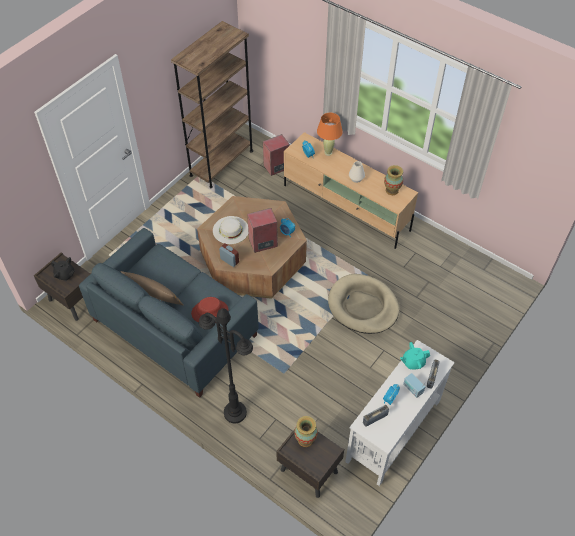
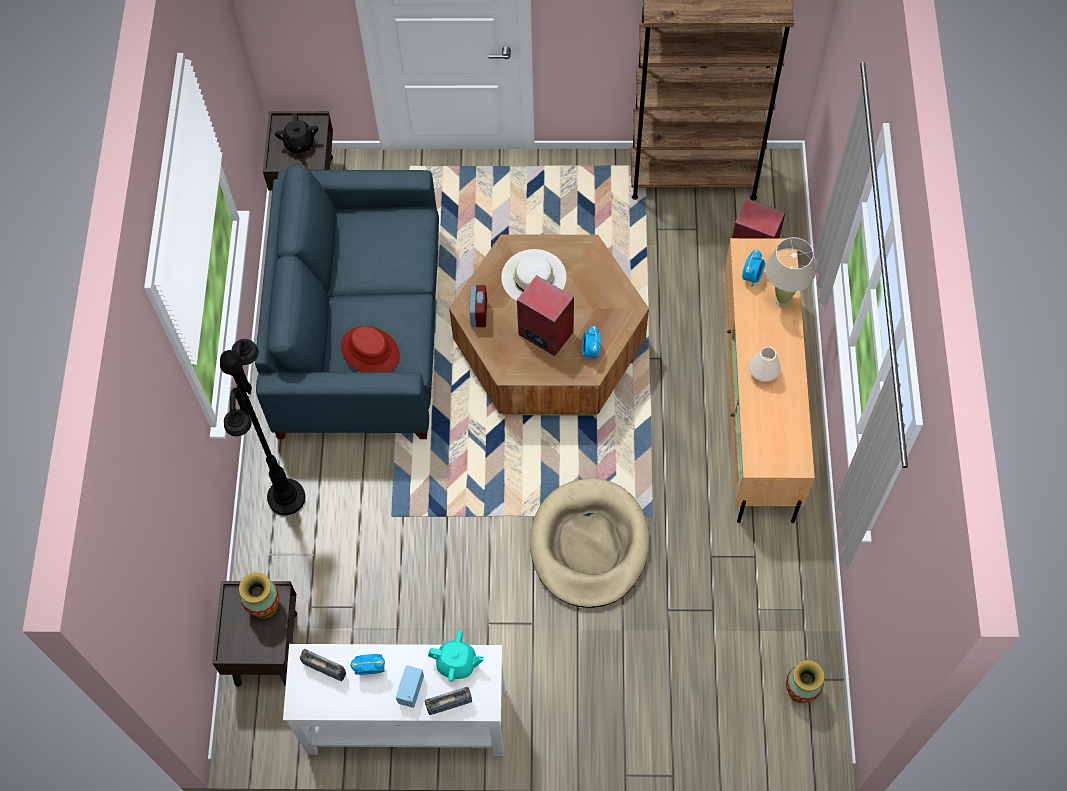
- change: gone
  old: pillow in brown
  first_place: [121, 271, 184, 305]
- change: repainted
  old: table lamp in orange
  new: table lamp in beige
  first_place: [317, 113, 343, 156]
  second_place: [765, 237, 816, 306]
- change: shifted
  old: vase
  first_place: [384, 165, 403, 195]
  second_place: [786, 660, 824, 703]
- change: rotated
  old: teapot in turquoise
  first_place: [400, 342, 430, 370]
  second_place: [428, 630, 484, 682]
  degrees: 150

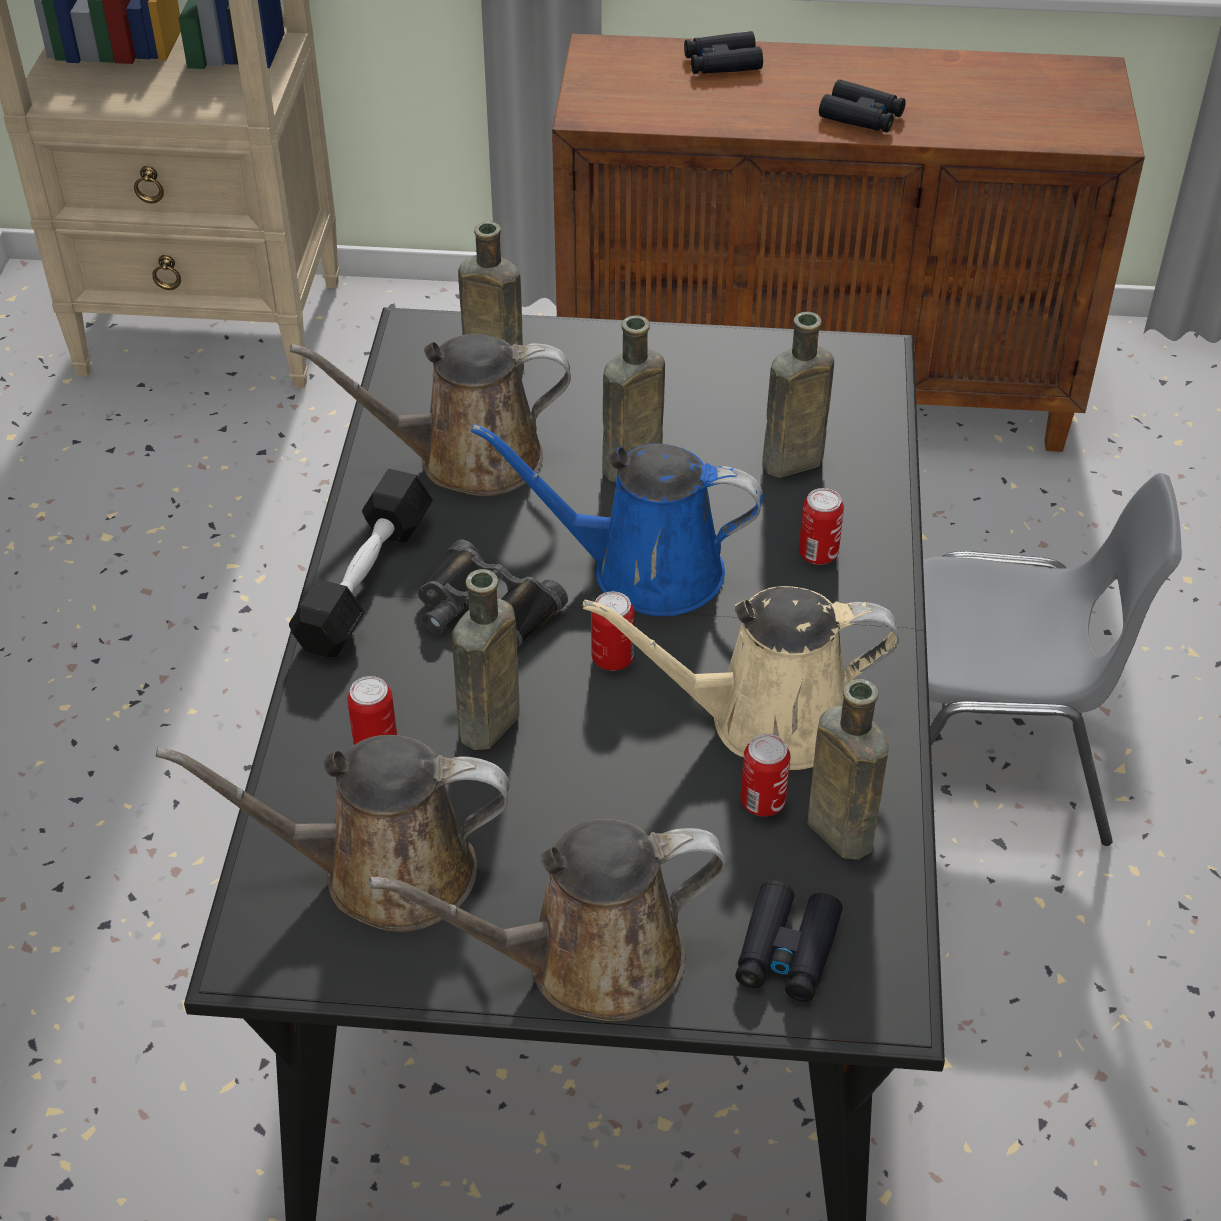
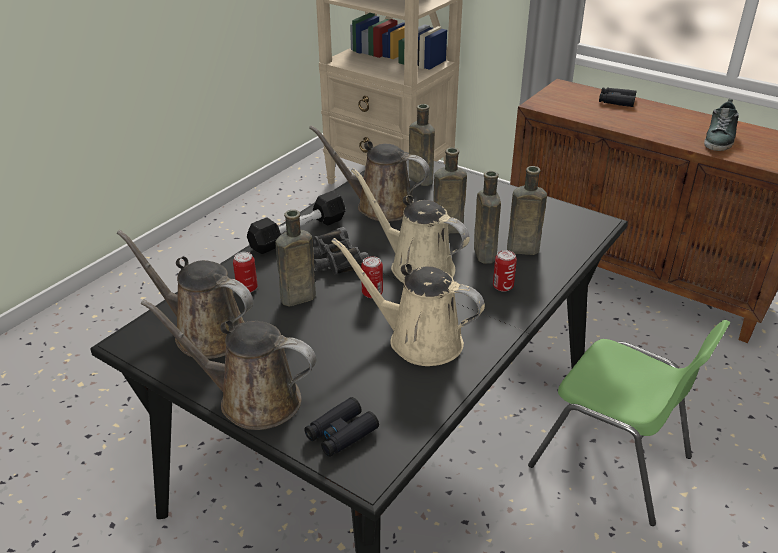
- change: repainted
  old: watering can in blue
  new: watering can in beige
  first_place: [471, 424, 763, 616]
  second_place: [351, 168, 470, 283]
- change: gone
  old: can
  first_place: [741, 734, 791, 816]
- change: shifted
  old: bottle in brown
  first_place: [808, 679, 889, 860]
  second_place: [474, 171, 501, 264]
- change: gone
  old: binoculars in black
  first_place: [819, 79, 906, 132]
- change: repainted
  old: chair in grey
  new: chair in green
  first_place: [923, 473, 1182, 846]
  second_place: [528, 320, 730, 526]
- change: new
  new: shoe
  second_place: [704, 99, 739, 151]

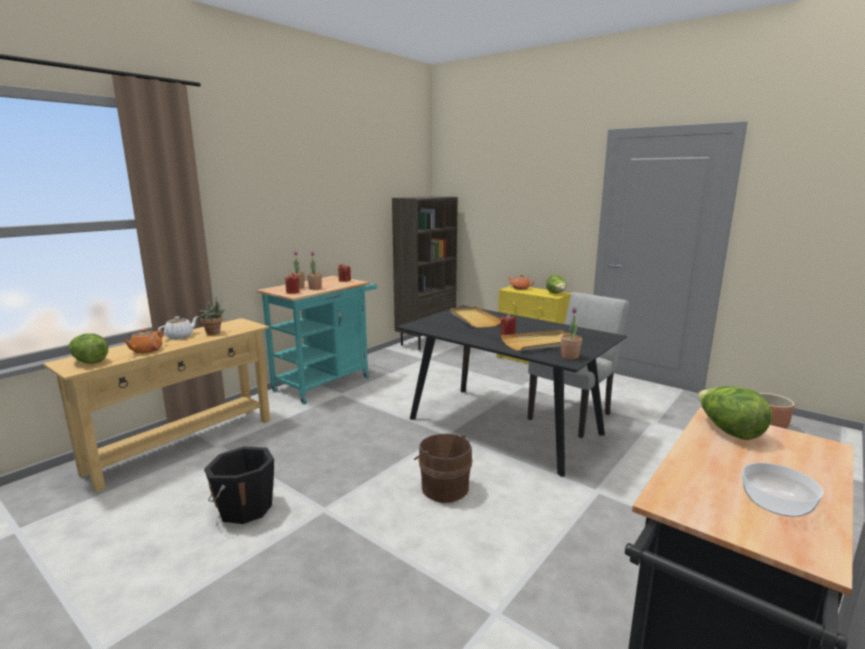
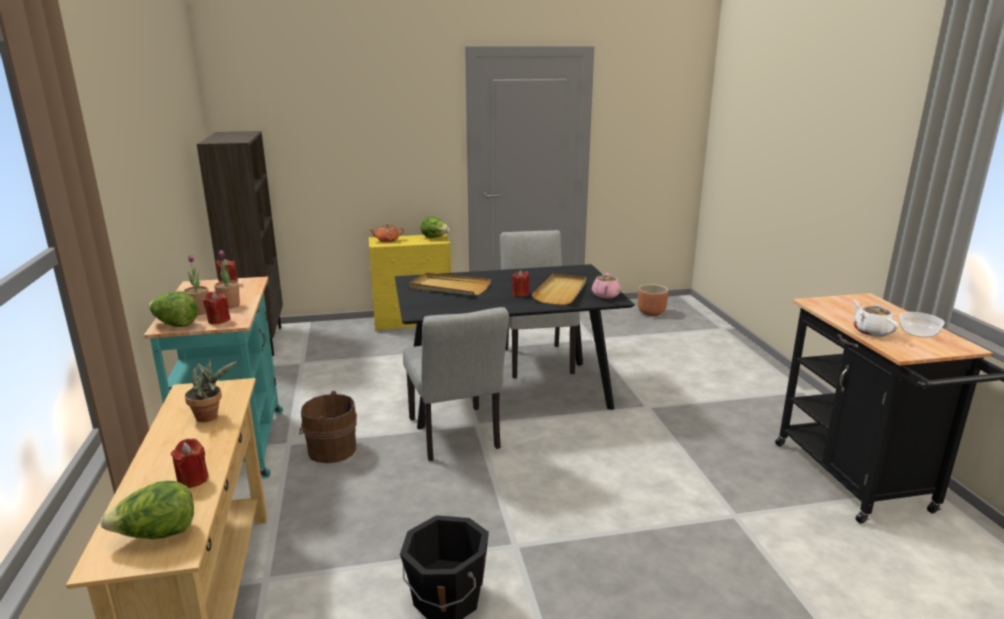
- change: swapped
  old: teapot in orange
  new: candle in red
  first_place: [123, 329, 164, 354]
  second_place: [171, 439, 209, 488]
- change: shifted
  old: teapot in white
  first_place: [158, 316, 199, 339]
  second_place: [853, 300, 898, 337]
- change: shifted
  old: bucket in brown
  first_place: [414, 433, 473, 503]
  second_place: [299, 391, 357, 463]
- change: swapped
  old: potted plant
  new: teapot in pink
  first_place: [561, 307, 582, 359]
  second_place: [592, 274, 621, 299]
- change: shifted
  old: lettuce
  first_place: [698, 386, 772, 440]
  second_place: [148, 291, 198, 327]
- change: new
  new: chair in grey
  second_place: [403, 307, 509, 461]

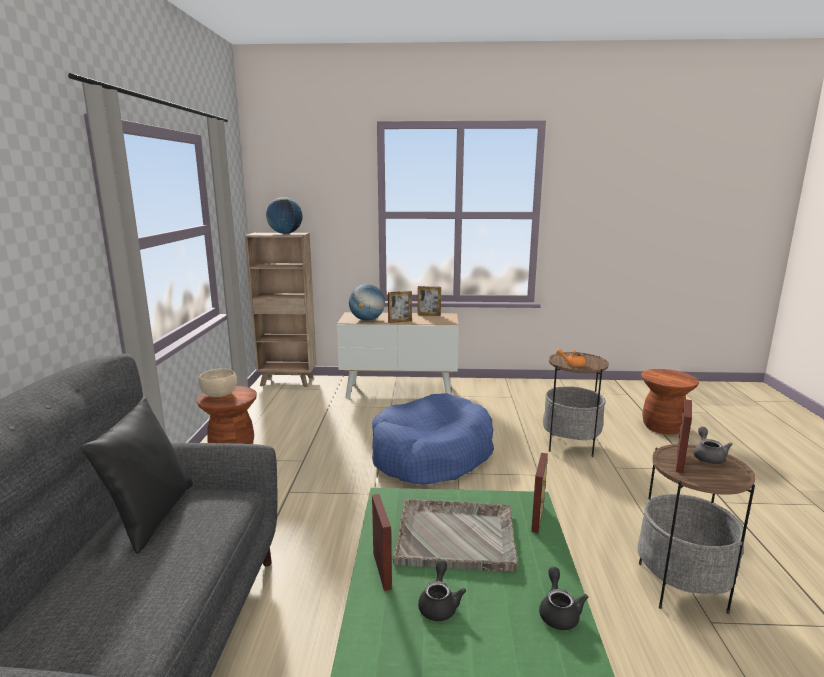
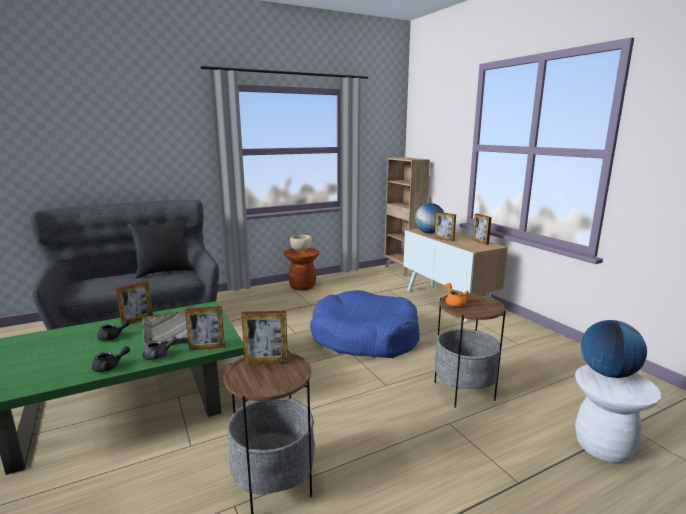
- change: shifted
  old: globe
  first_place: [266, 197, 302, 234]
  second_place: [580, 320, 647, 378]
- change: repainted
  old: stool in brown
  new: stool in white
  first_place: [641, 369, 699, 434]
  second_place: [575, 365, 661, 463]
- change: shifted
  old: teapot in grey
  first_place: [694, 427, 733, 464]
  second_place: [143, 337, 178, 360]

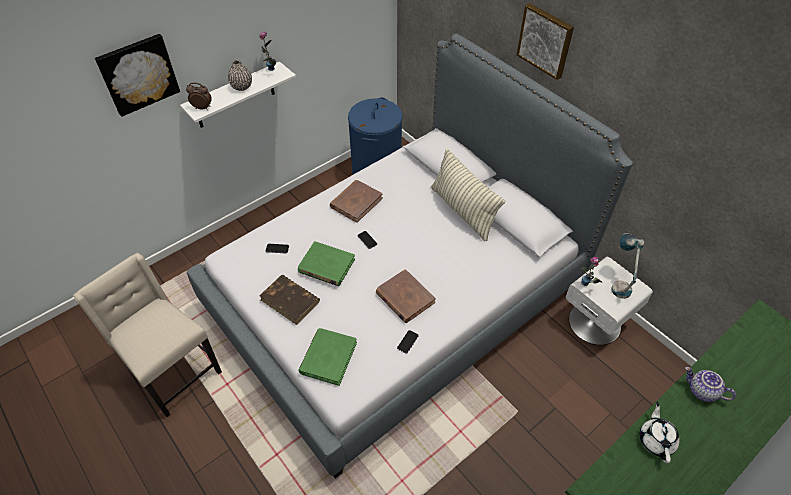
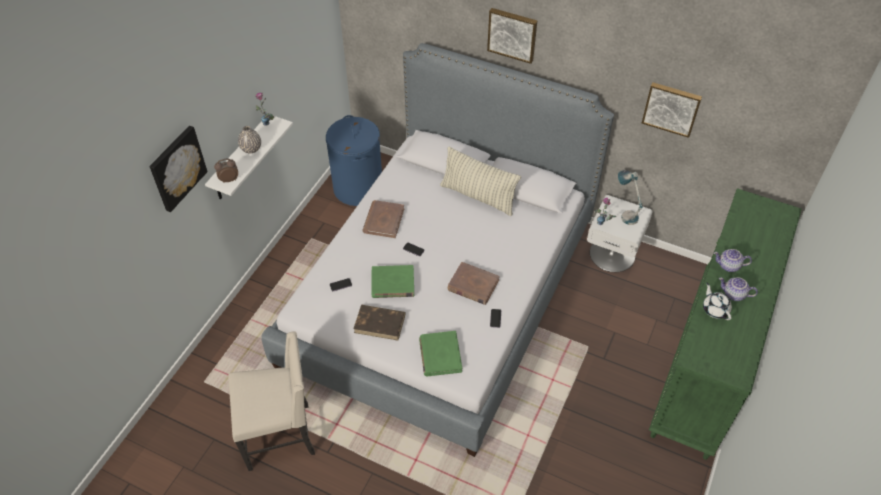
- change: rotated
  old: chair in beige
  first_place: [73, 253, 222, 417]
  second_place: [228, 331, 315, 471]
  degrees: 150
- change: new
  new: picture
  second_place: [642, 82, 702, 138]
- change: new
  new: teapot
  second_place: [719, 277, 758, 301]

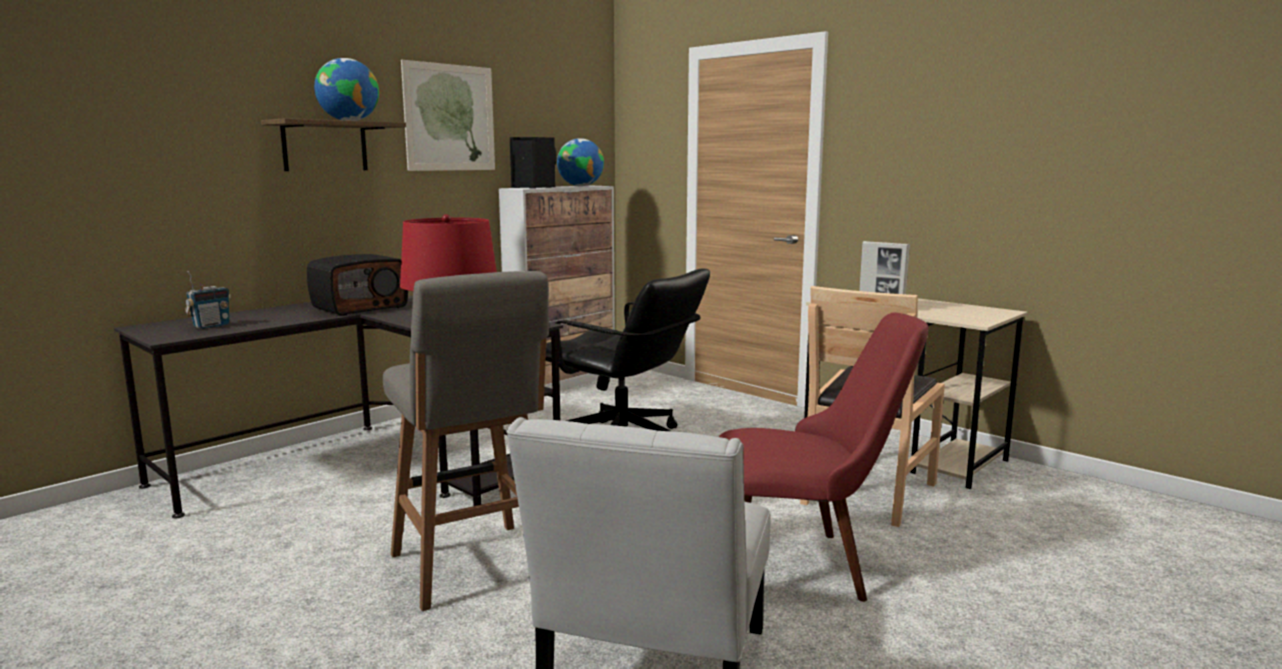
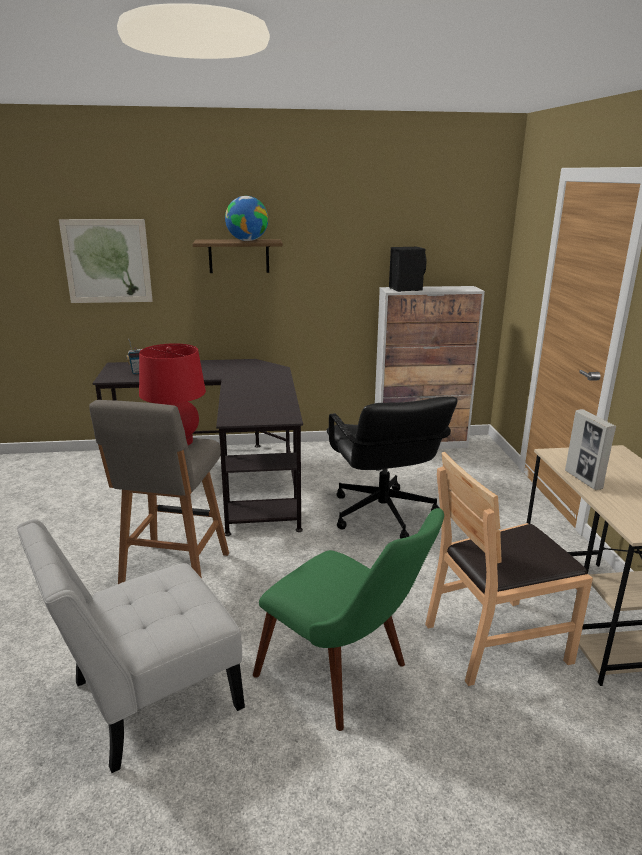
- change: gone
  old: radio
  first_place: [307, 254, 408, 316]
- change: shifted
  old: picture
  first_place: [401, 60, 495, 171]
  second_place: [59, 219, 153, 303]
- change: gone
  old: globe
  first_place: [557, 138, 604, 186]
- change: repainted
  old: chair in red
  new: chair in green
  first_place: [719, 312, 929, 601]
  second_place: [253, 508, 444, 731]

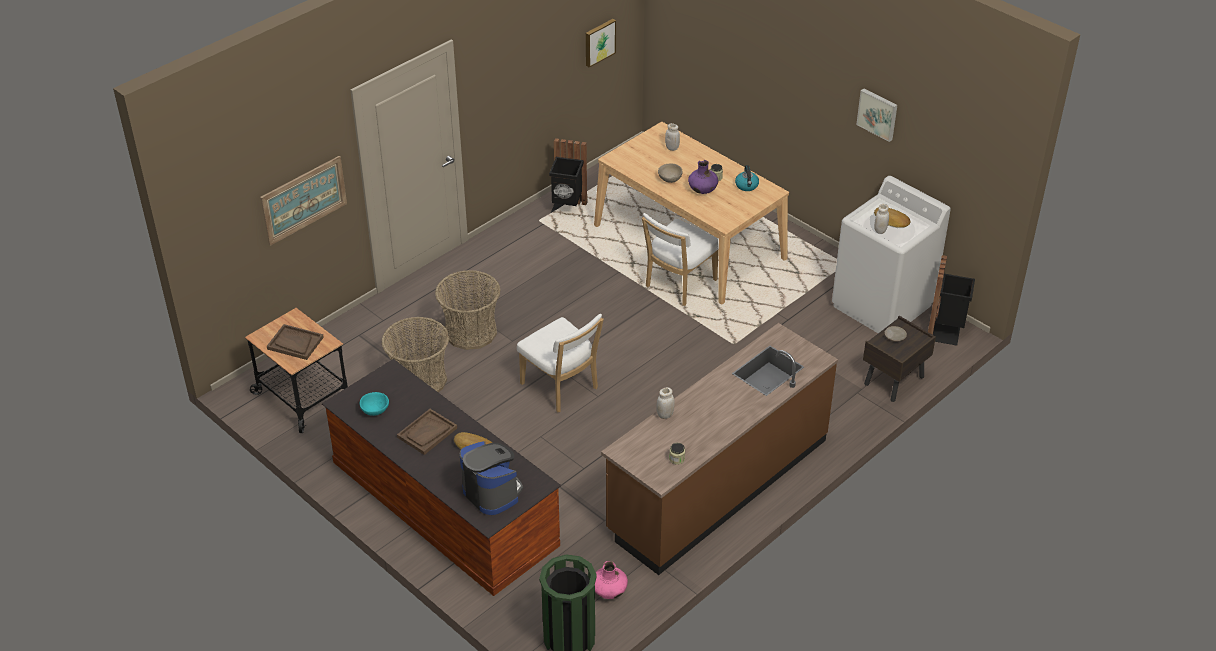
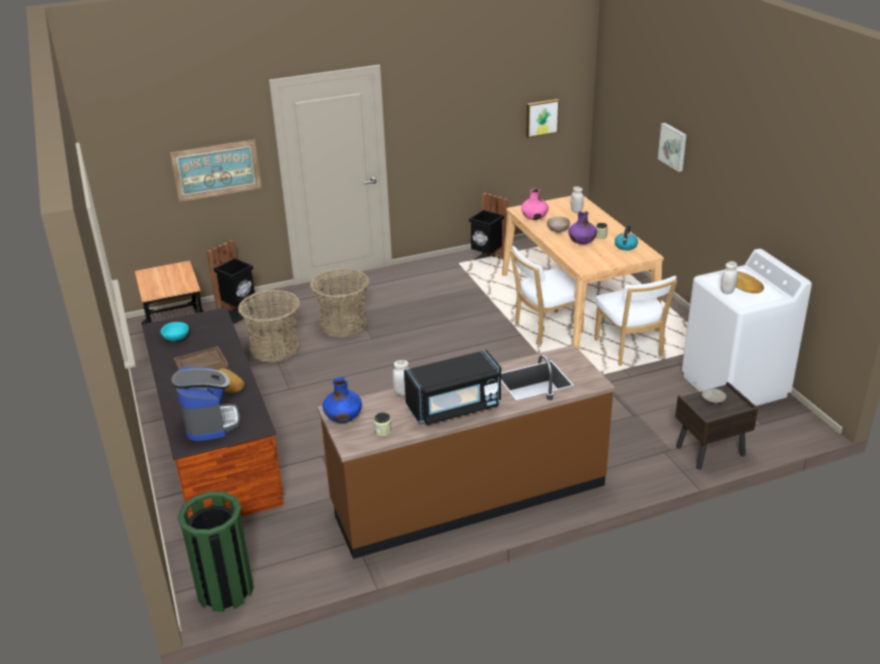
- change: gone
  old: tray in brown
  first_place: [267, 324, 324, 360]
- change: shifted
  old: chair in white
  first_place: [517, 314, 604, 413]
  second_place: [594, 276, 677, 366]
- change: shifted
  old: vase in pink
  first_place: [595, 561, 628, 599]
  second_place: [521, 188, 549, 220]
- change: shifted
  old: picture
  first_place: [856, 89, 897, 142]
  second_place: [658, 123, 687, 172]
- change: shifted
  old: trash can in black
  first_place: [928, 255, 975, 346]
  second_place: [206, 240, 258, 324]
- change: new
  new: vase in blue
  second_place: [323, 377, 362, 423]
- change: new
  new: microwave in black
  second_place: [404, 350, 501, 425]

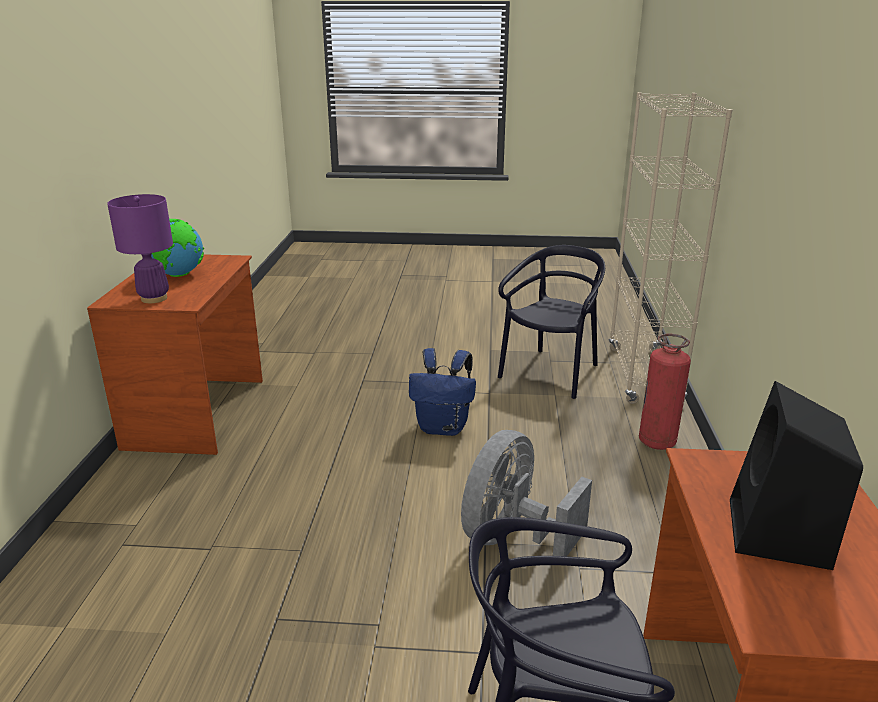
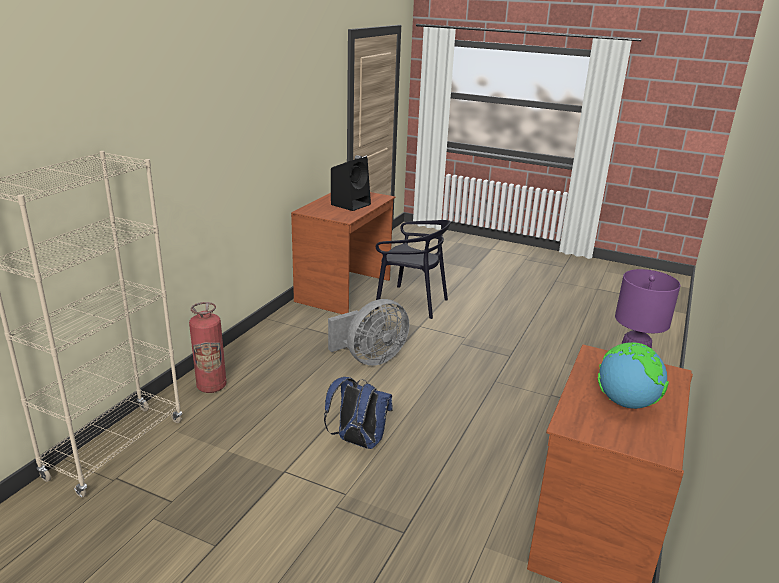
- change: gone
  old: chair in black
  first_place: [498, 245, 605, 399]

